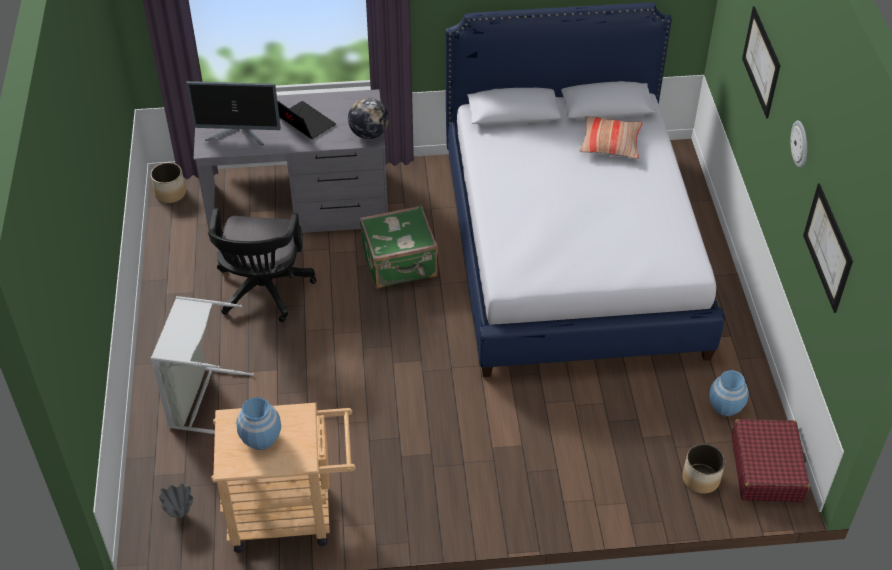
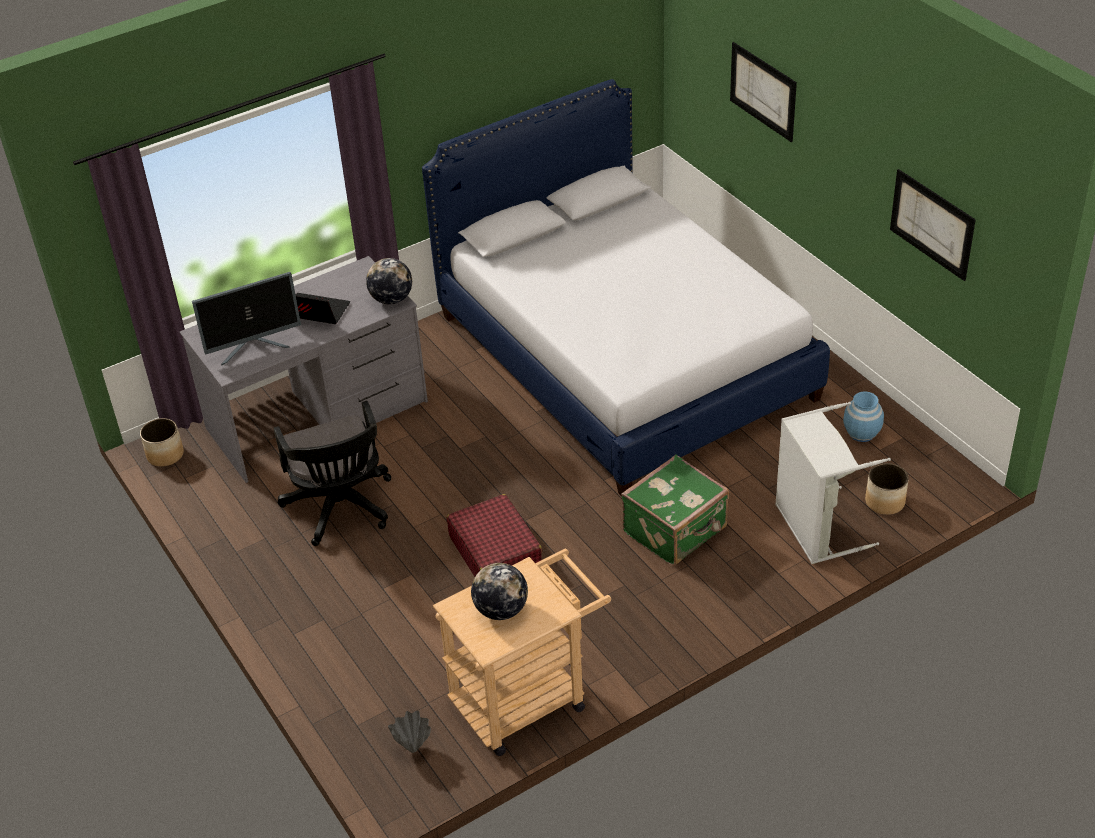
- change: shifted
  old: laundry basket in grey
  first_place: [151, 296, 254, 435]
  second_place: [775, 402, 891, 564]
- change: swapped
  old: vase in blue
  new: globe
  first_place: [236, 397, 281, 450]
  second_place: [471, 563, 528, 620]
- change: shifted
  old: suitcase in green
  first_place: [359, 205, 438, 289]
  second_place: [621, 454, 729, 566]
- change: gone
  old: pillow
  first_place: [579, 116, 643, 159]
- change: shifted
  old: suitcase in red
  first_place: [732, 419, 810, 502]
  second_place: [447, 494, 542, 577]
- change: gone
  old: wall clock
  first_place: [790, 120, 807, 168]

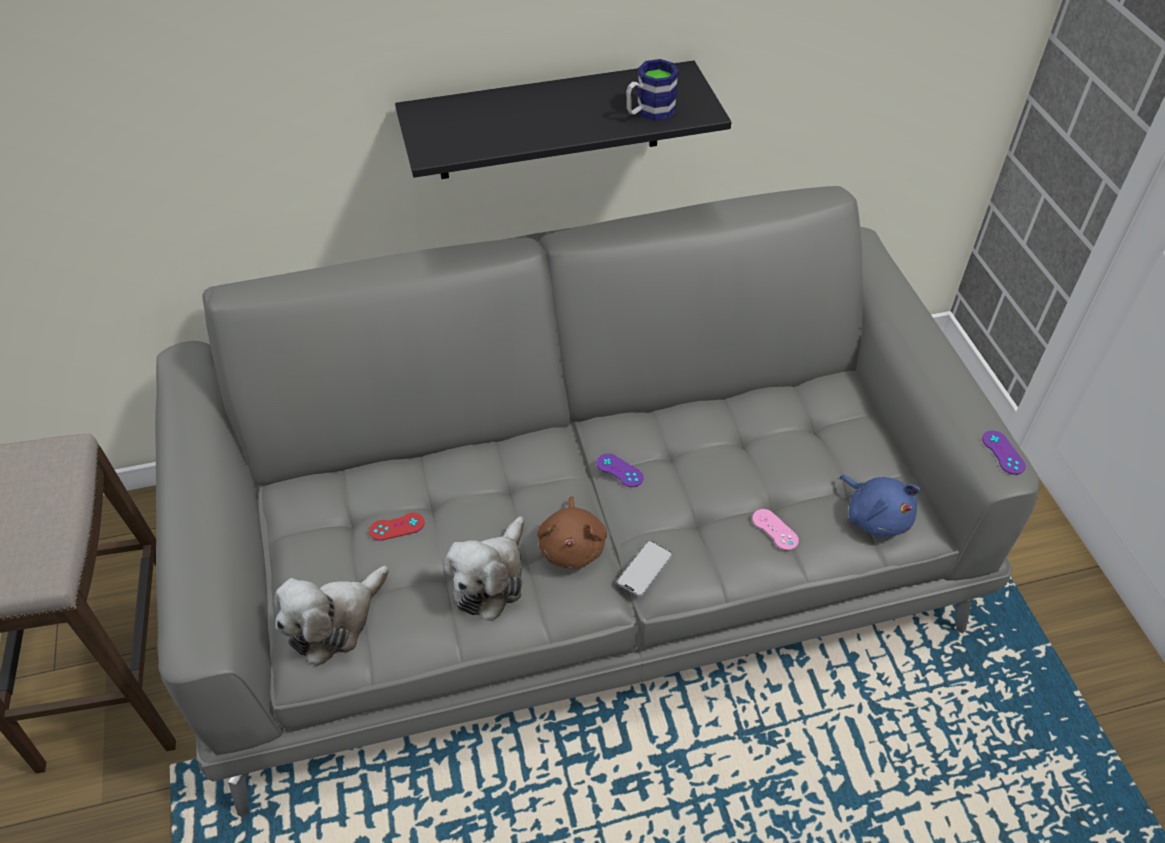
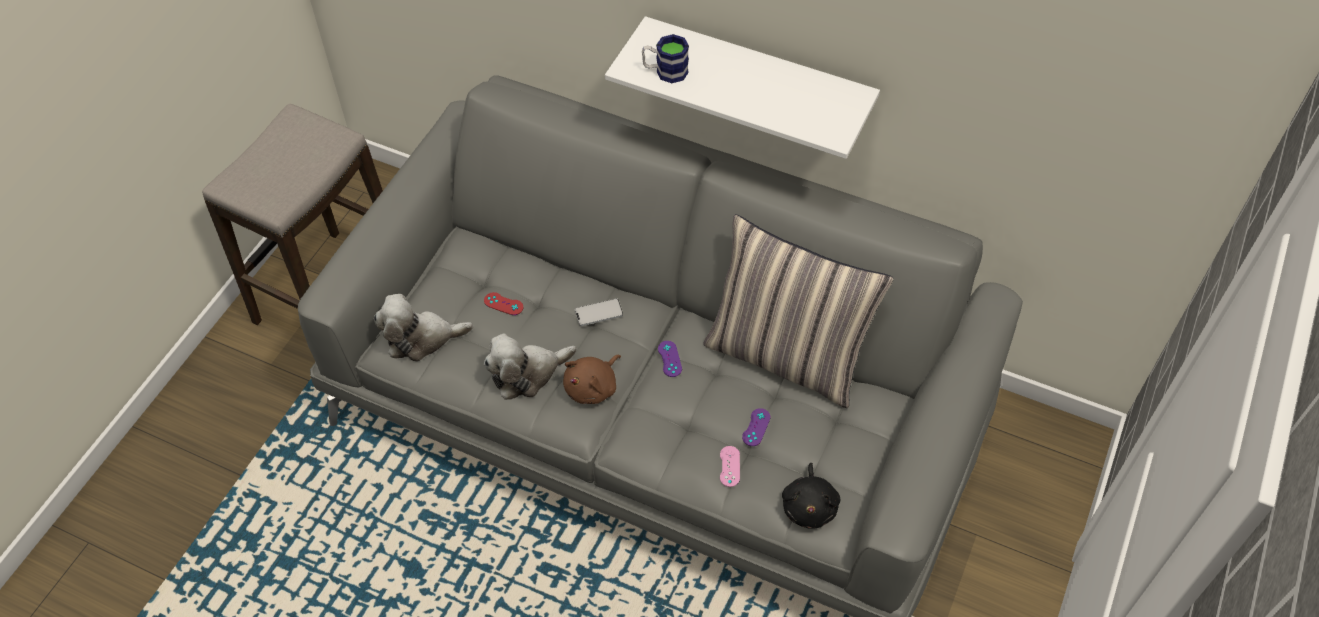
- change: repainted
  old: shelf in black
  new: shelf in white
  first_place: [395, 60, 732, 179]
  second_place: [605, 16, 880, 159]
- change: shifted
  old: phone
  first_place: [617, 540, 673, 597]
  second_place: [575, 298, 623, 326]
- change: shifted
  old: mug
  first_place: [626, 59, 679, 121]
  second_place: [642, 34, 689, 83]
- change: repainted
  old: plush toy in blue
  new: plush toy in black
  first_place: [839, 475, 920, 537]
  second_place: [782, 463, 840, 529]
- change: shifted
  old: game controller in purple
  first_place: [982, 431, 1026, 475]
  second_place: [742, 408, 771, 446]
- change: new
  new: pillow
  second_place: [703, 214, 894, 408]

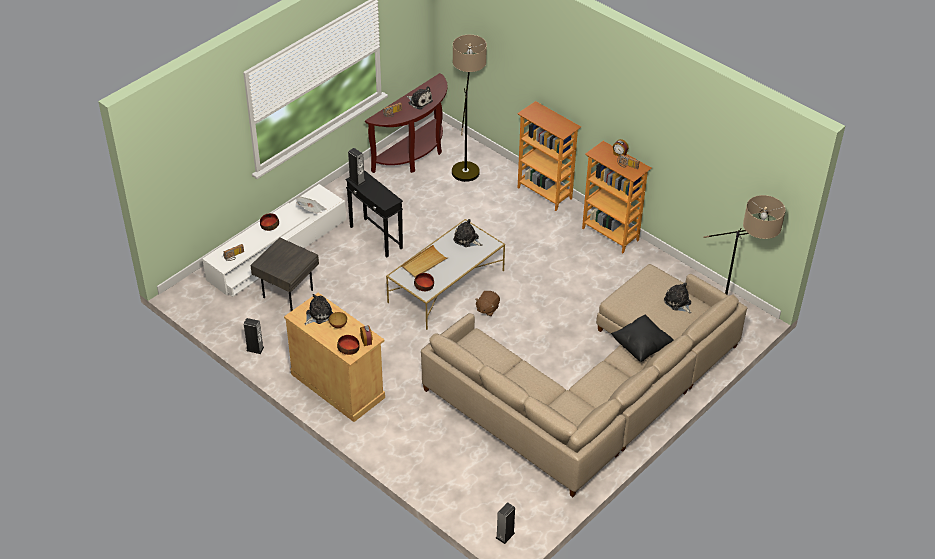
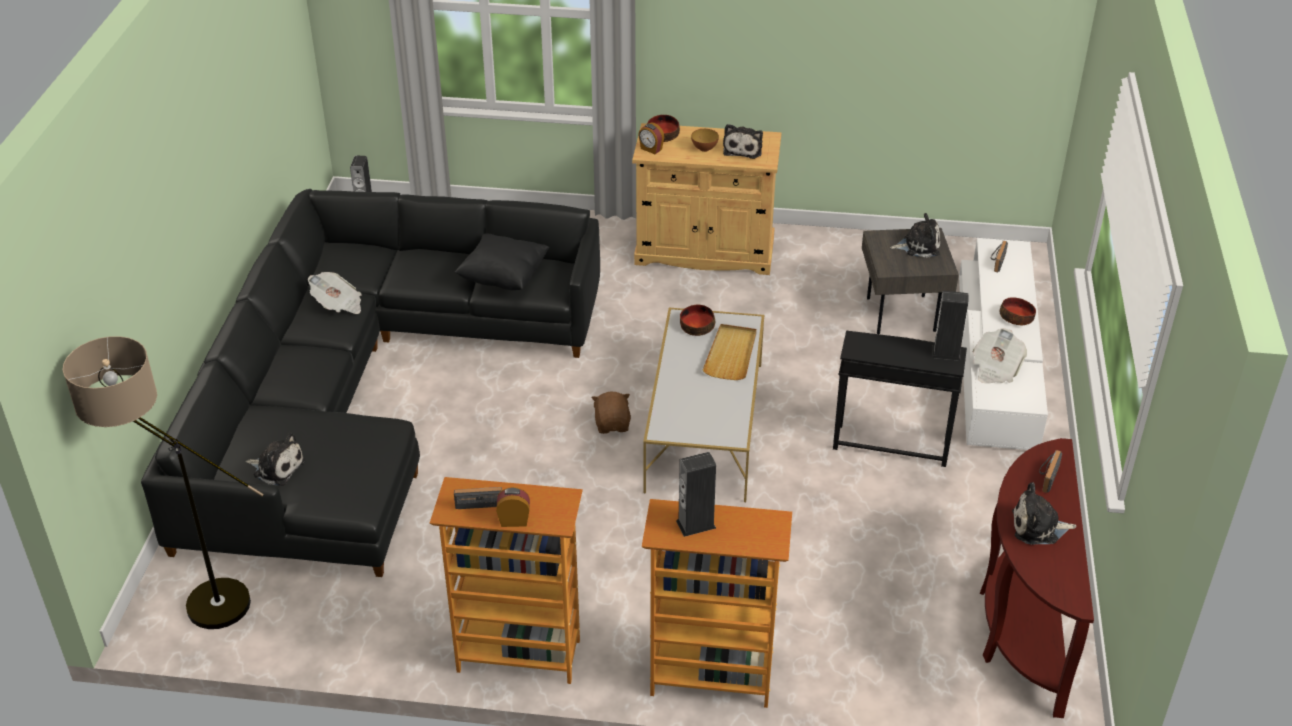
- change: shifted
  old: speaker
  first_place: [244, 318, 264, 354]
  second_place: [676, 452, 716, 537]
- change: repainted
  old: sofa in beige
  new: sofa in black
  first_place: [421, 264, 747, 497]
  second_place: [141, 189, 600, 577]
- change: gone
  old: floor lamp
  first_place: [452, 35, 487, 182]
- change: shifted
  old: plush toy
  first_place: [453, 219, 482, 247]
  second_place: [890, 213, 940, 258]
- change: shifted
  old: pillow in black
  first_place: [611, 315, 674, 362]
  second_place: [454, 233, 550, 290]
- change: new
  new: newspaper
  second_place: [308, 272, 361, 314]

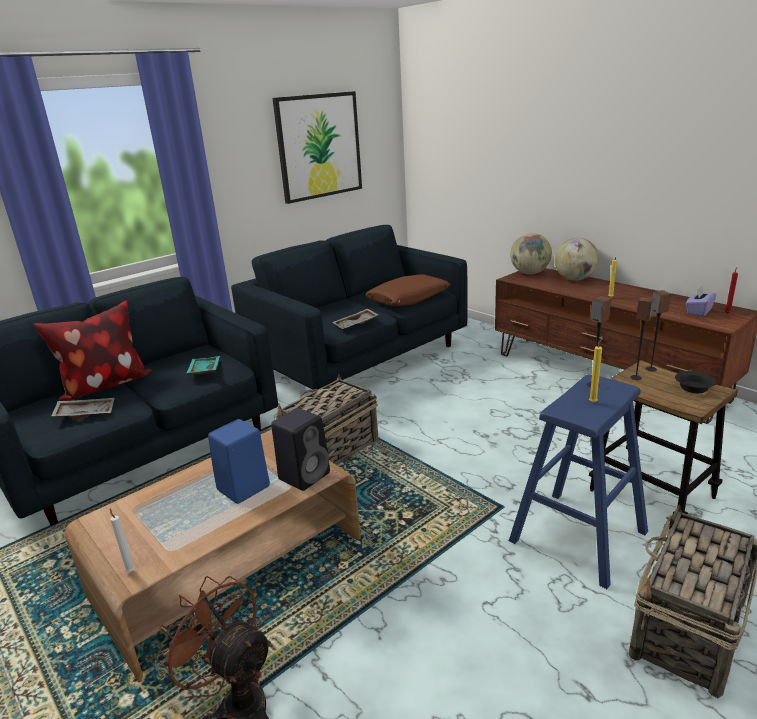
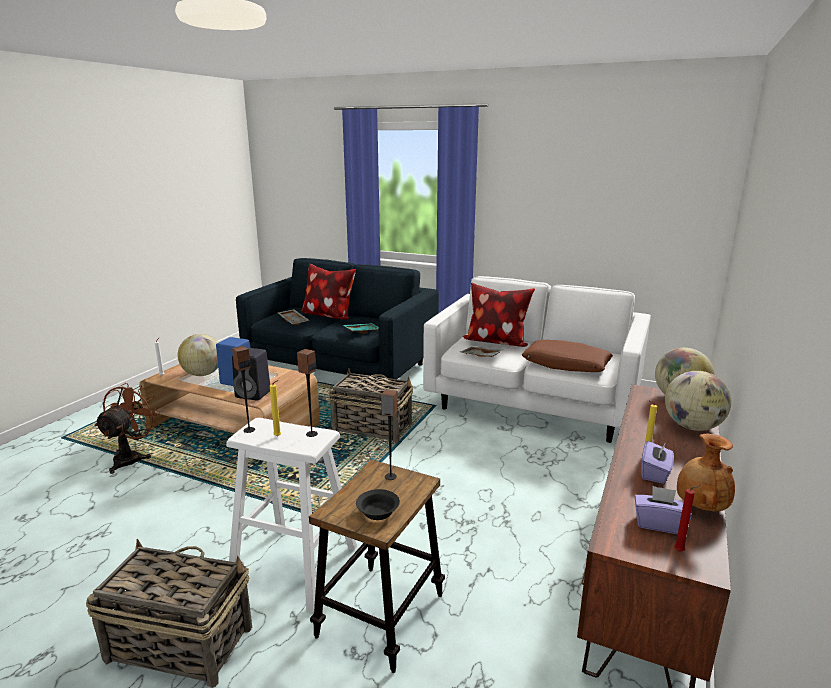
- change: repainted
  old: sofa in blue
  new: sofa in white
  first_place: [231, 225, 467, 390]
  second_place: [423, 276, 651, 443]
- change: gone
  old: picture
  first_place: [272, 91, 362, 204]
- change: repainted
  old: stool in blue
  new: stool in white
  first_place: [509, 374, 648, 589]
  second_place: [226, 418, 357, 614]
- change: shifted
  old: speaker
  first_place: [645, 290, 671, 372]
  second_place: [232, 346, 255, 433]
- change: new
  new: globe
  second_place: [178, 334, 218, 376]
- change: new
  new: pillow
  second_place: [463, 283, 535, 347]
- change: new
  new: tissue box in purple
  second_place: [641, 441, 674, 484]
- change: new
  new: vase in brown
  second_place: [677, 434, 735, 511]

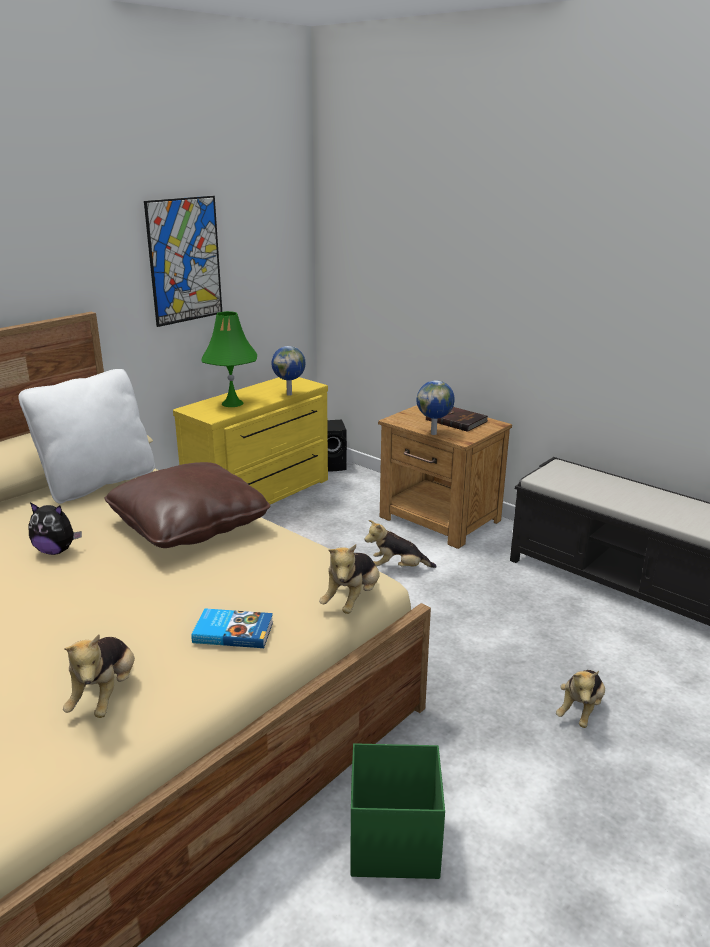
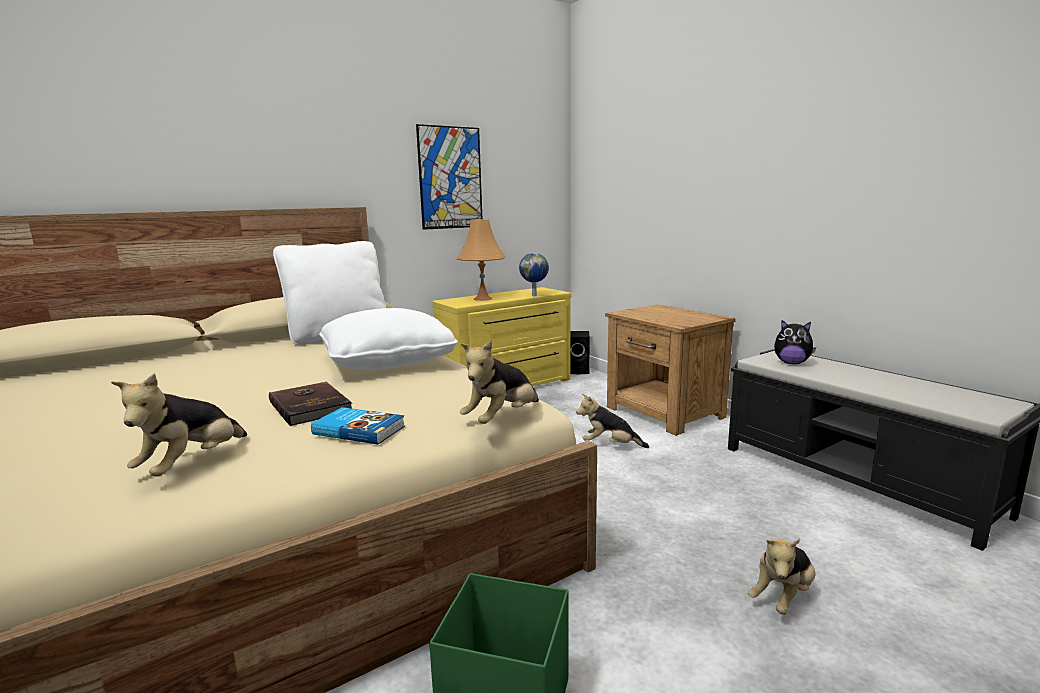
- change: shifted
  old: plush toy
  first_place: [29, 502, 82, 555]
  second_place: [774, 320, 816, 364]
- change: repainted
  old: pillow in brown
  new: pillow in white
  first_place: [104, 462, 270, 548]
  second_place: [319, 308, 458, 369]
- change: repainted
  old: table lamp in green
  new: table lamp in orange
  first_place: [202, 311, 257, 407]
  second_place: [457, 219, 506, 301]
- change: gone
  old: globe
  first_place: [417, 380, 455, 435]
- change: shifted
  old: book in brown
  first_place: [426, 407, 488, 432]
  second_place: [269, 382, 353, 426]

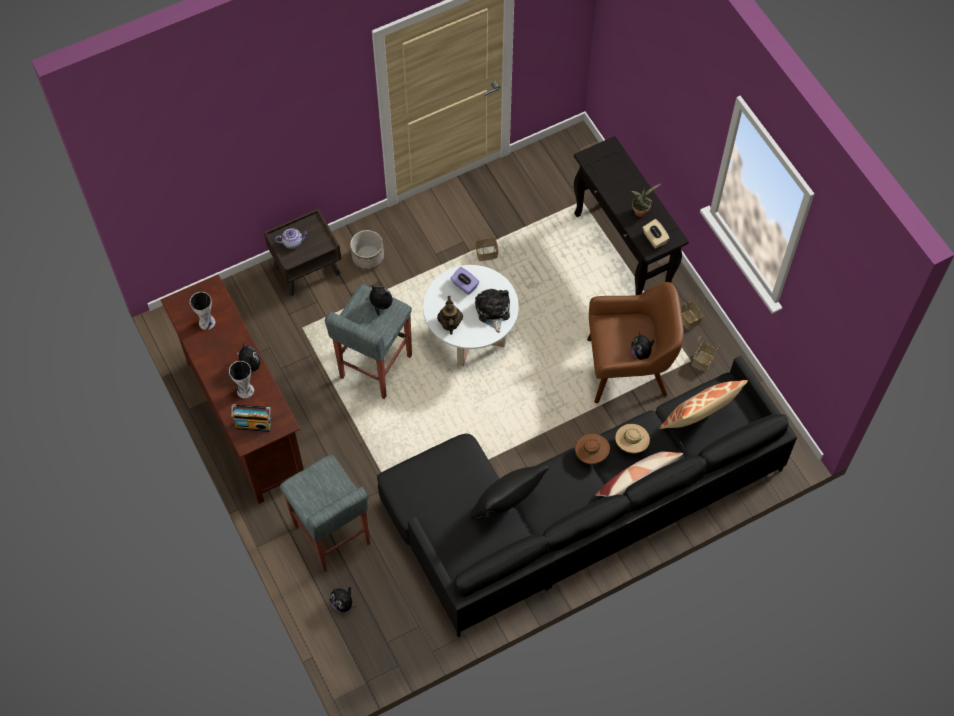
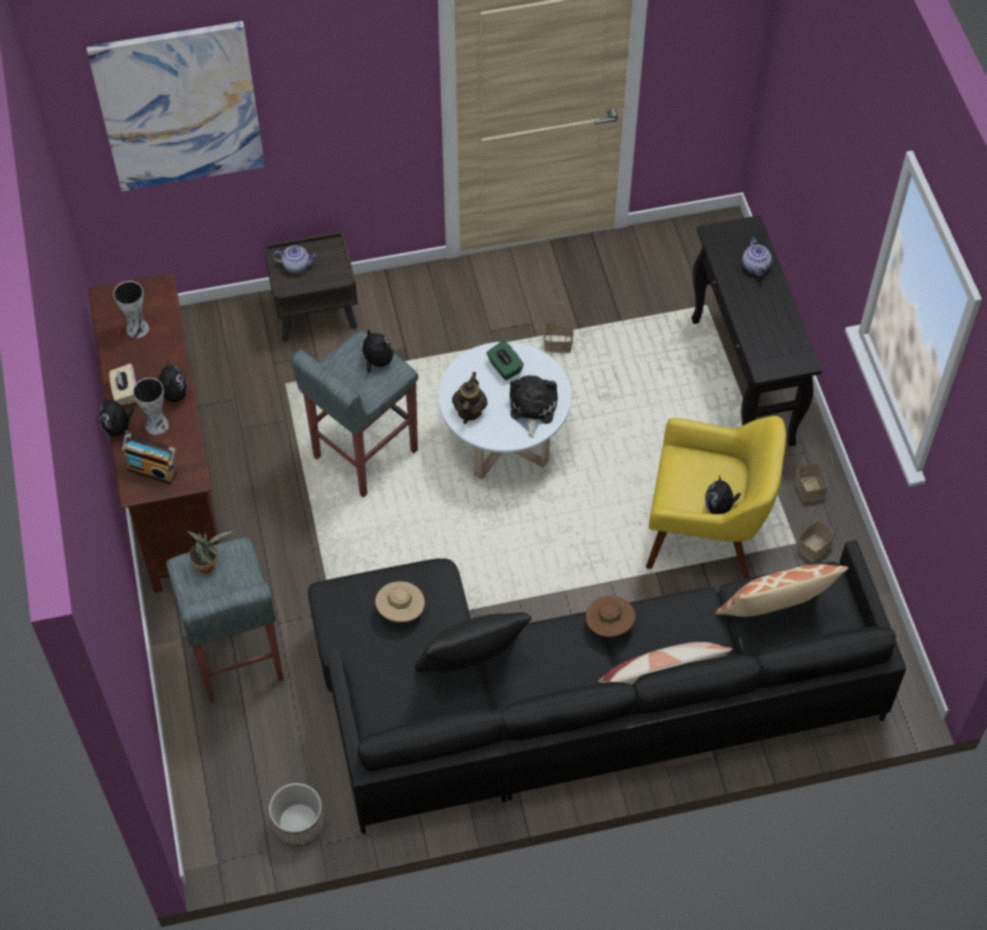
- change: shifted
  old: plush toy
  first_place: [330, 587, 356, 612]
  second_place: [98, 395, 134, 437]
- change: shifted
  old: planter
  first_place: [350, 230, 384, 270]
  second_place: [269, 783, 324, 847]
- change: repainted
  old: tissue box in purple
  new: tissue box in green
  first_place: [450, 267, 479, 295]
  second_place: [486, 340, 524, 380]
- change: repainted
  old: armchair in brown
  new: armchair in yellow
  first_place: [587, 282, 684, 403]
  second_place: [646, 416, 786, 579]
- change: shifted
  old: hat in beige
  first_place: [615, 424, 650, 453]
  second_place: [375, 581, 425, 623]
- change: shifted
  old: potted plant
  first_place: [631, 184, 661, 217]
  second_place: [187, 531, 232, 574]
- change: shifted
  old: tissue box in beige
  first_place: [643, 219, 670, 249]
  second_place: [109, 364, 136, 405]
- change: new
  new: picture
  second_place: [86, 21, 265, 191]
- change: new
  new: teapot
  second_place: [742, 237, 772, 276]

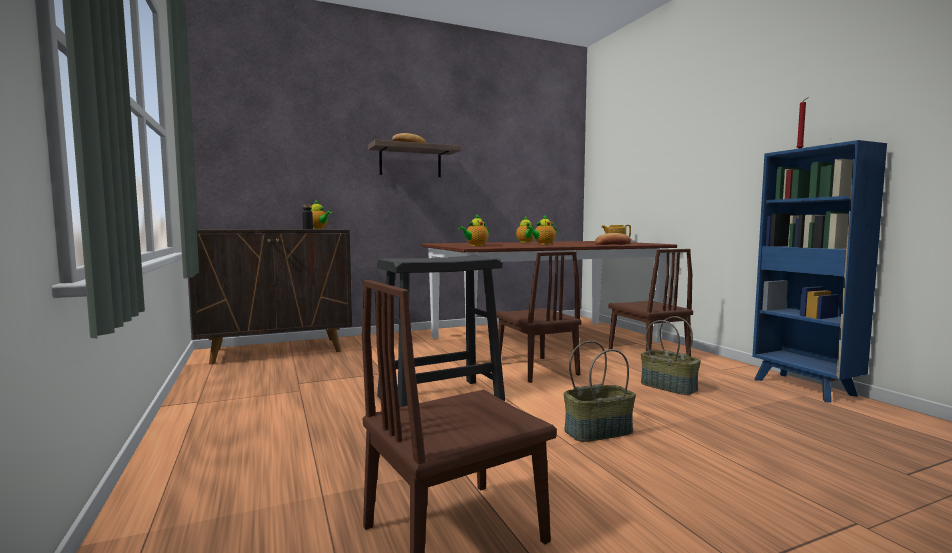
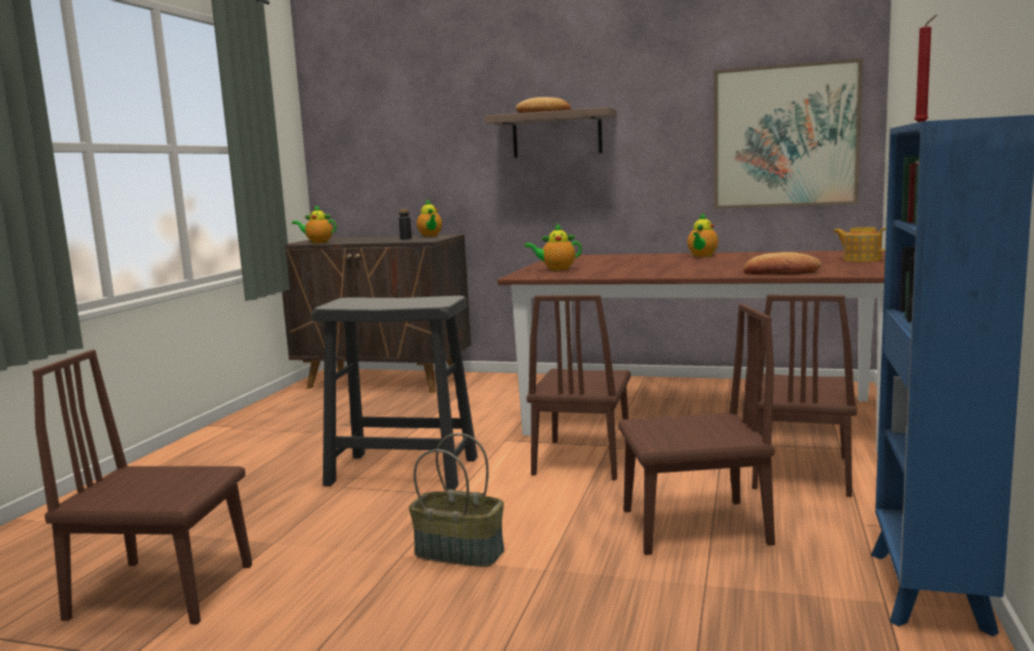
- change: shifted
  old: teapot
  first_place: [526, 214, 557, 245]
  second_place: [292, 205, 336, 243]
- change: swapped
  old: basket
  new: chair in brown
  first_place: [641, 316, 701, 395]
  second_place: [618, 304, 775, 555]
- change: new
  new: picture
  second_place: [714, 58, 863, 209]

